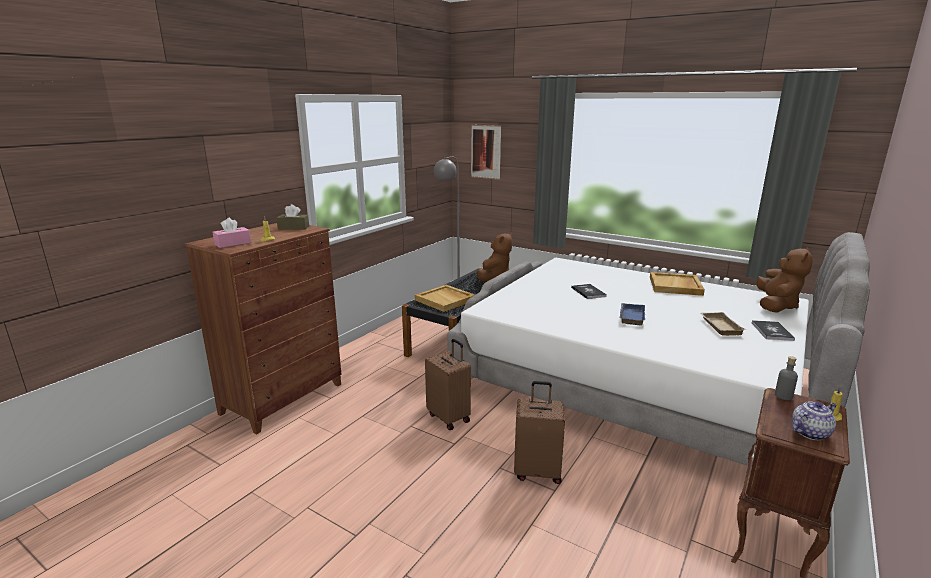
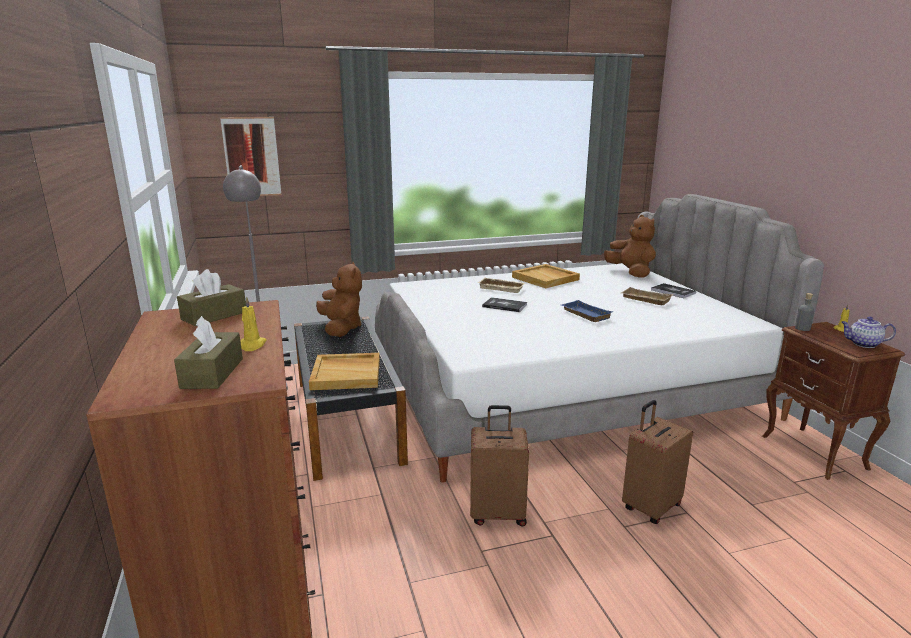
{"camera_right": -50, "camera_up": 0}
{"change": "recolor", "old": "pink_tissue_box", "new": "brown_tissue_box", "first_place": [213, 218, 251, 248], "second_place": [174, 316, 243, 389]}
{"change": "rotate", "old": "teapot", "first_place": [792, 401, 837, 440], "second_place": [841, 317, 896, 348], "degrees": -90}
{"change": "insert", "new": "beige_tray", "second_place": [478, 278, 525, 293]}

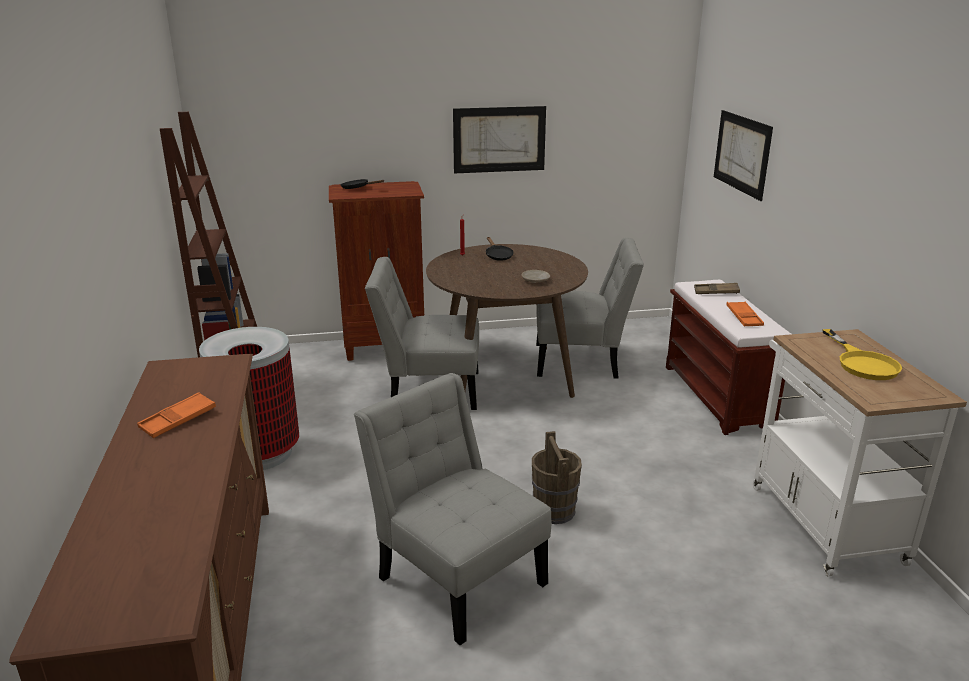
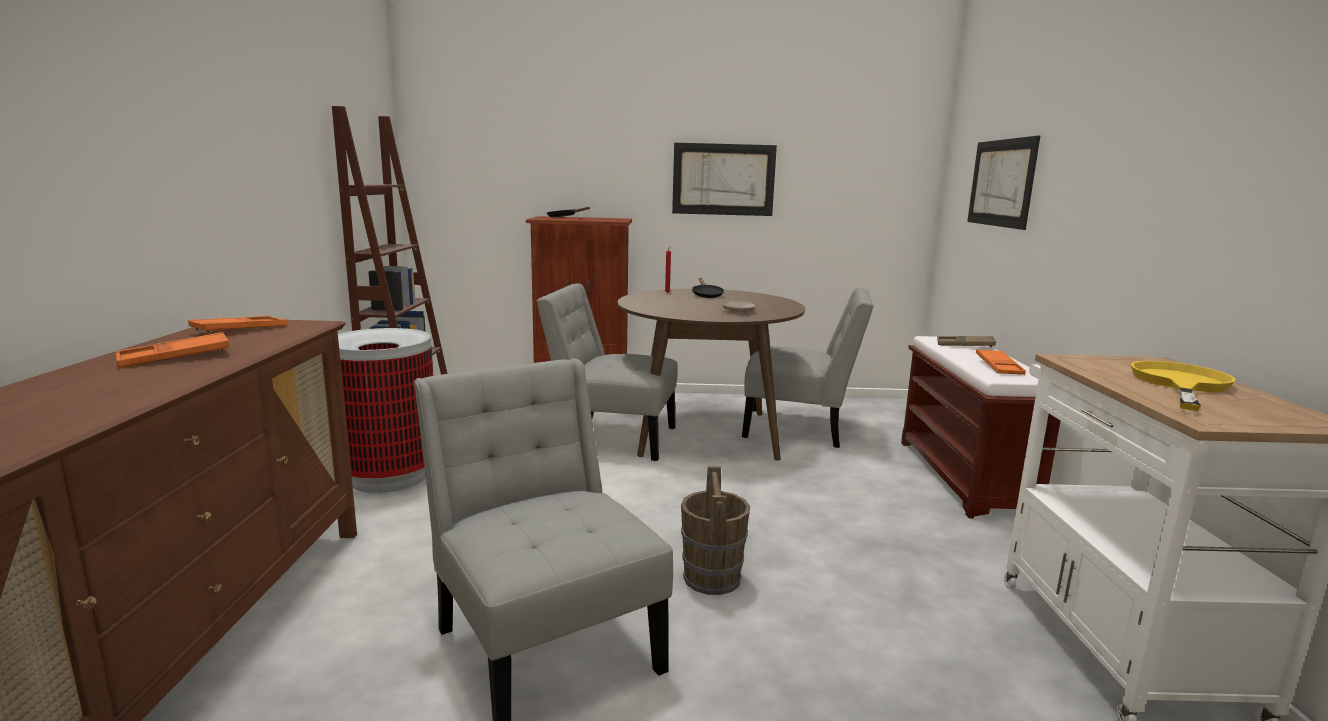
{"camera_right": 10, "camera_up": -10}
{"change": "rotate", "old": "yellow_frying_pan", "first_place": [823, 329, 902, 380], "second_place": [1130, 361, 1236, 411], "degrees": -150}
{"change": "insert", "new": "orange_tray", "second_place": [188, 316, 288, 334]}

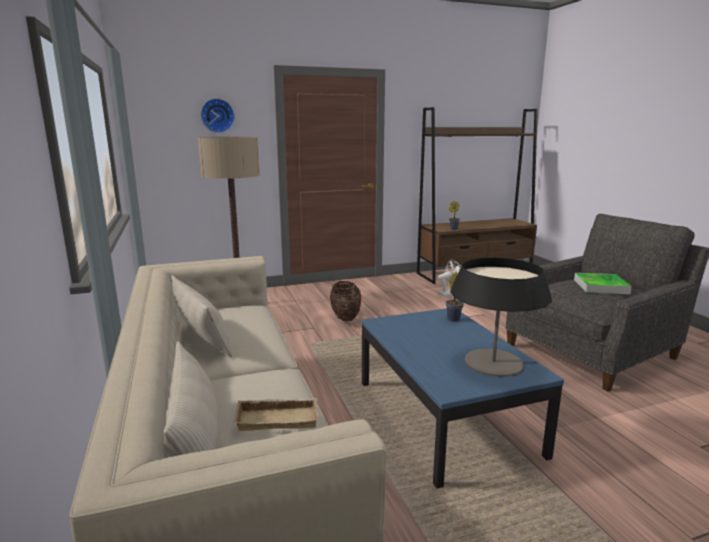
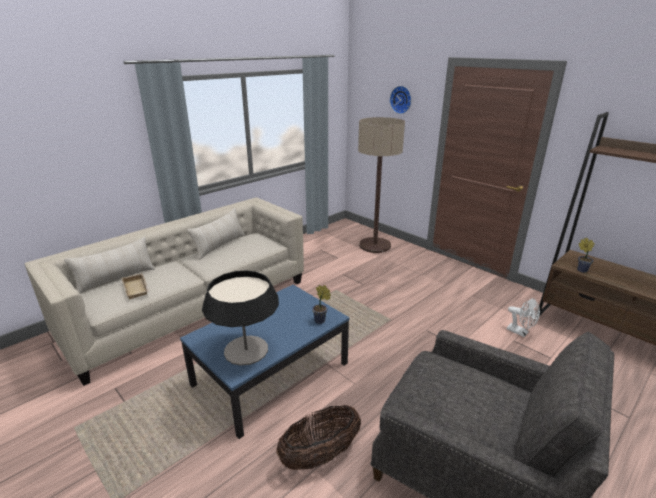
{"camera_right": 65, "camera_up": 10}
{"change": "delete", "old": "tray", "first_place": [574, 273, 632, 294]}
{"change": "move", "old": "basket", "first_place": [330, 281, 361, 321], "second_place": [276, 405, 361, 470]}

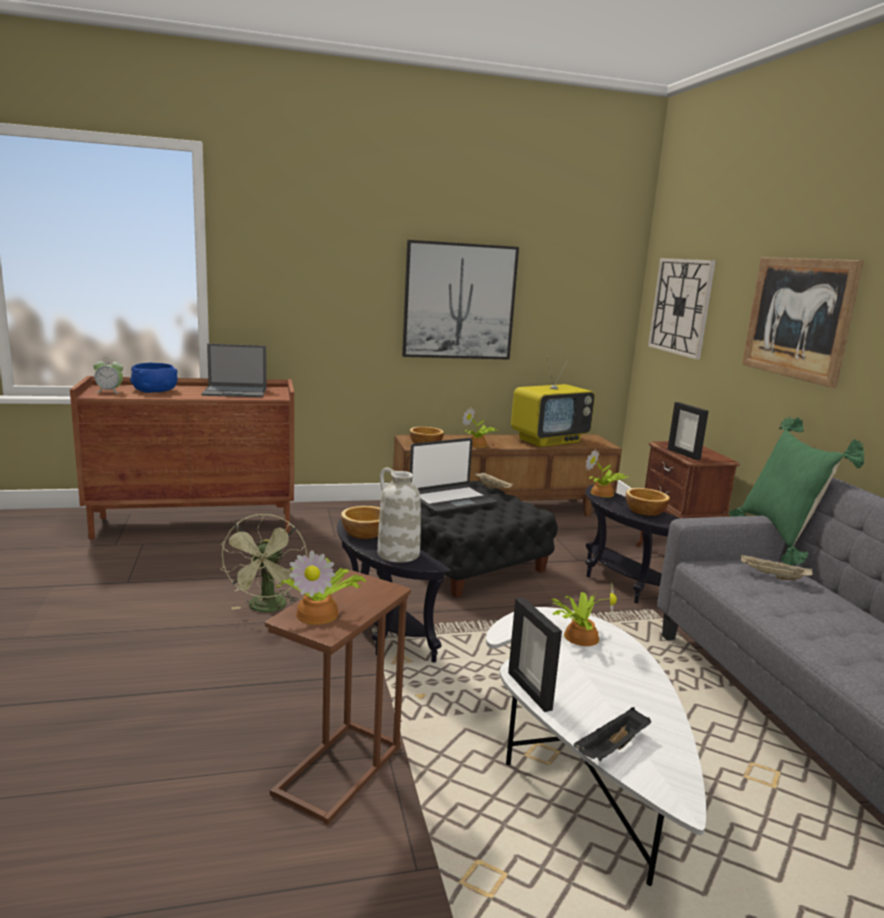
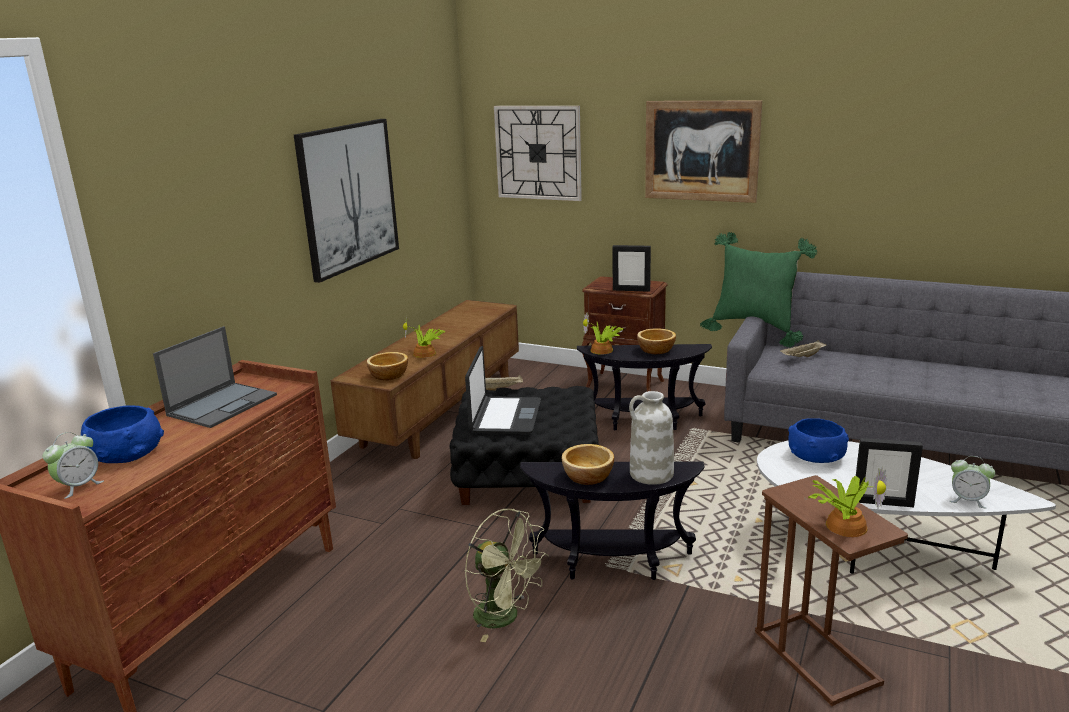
{"camera_right": -50, "camera_up": 5}
{"change": "delete", "old": "television", "first_place": [511, 357, 595, 447]}
{"change": "replace", "old": "potted_plant", "new": "blue_bowl", "first_place": [551, 584, 617, 646], "second_place": [788, 418, 849, 463]}
{"change": "replace", "old": "black_tray", "new": "alarm_clock", "first_place": [574, 707, 651, 761], "second_place": [949, 456, 996, 508]}

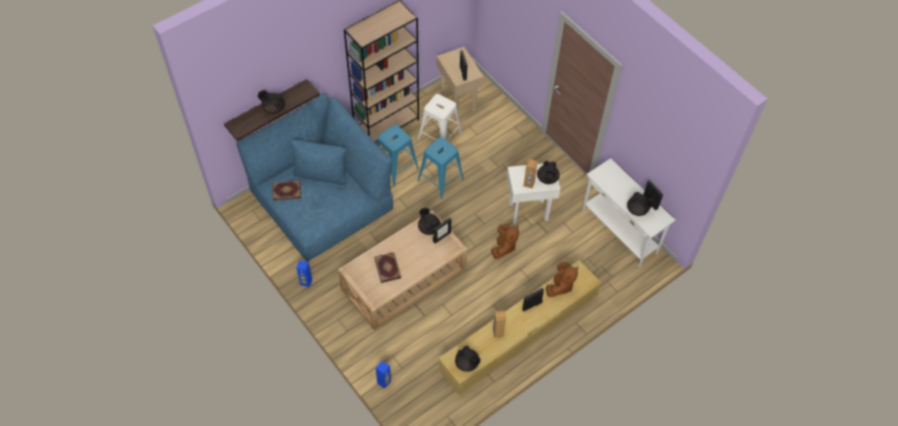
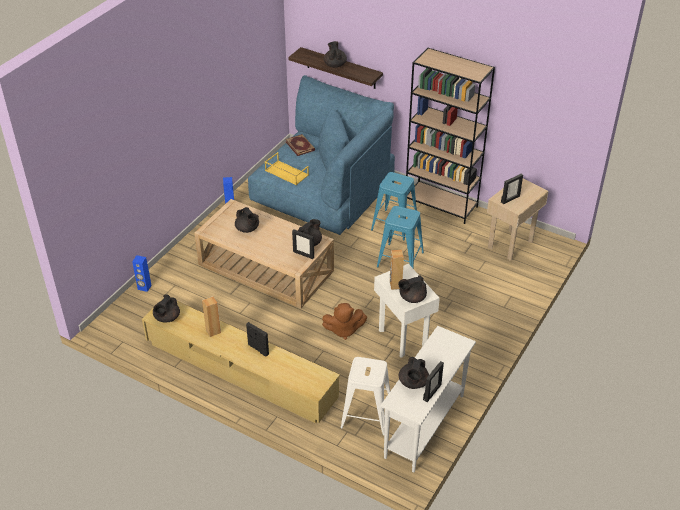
{"camera_right": 70, "camera_up": -15}
{"change": "move", "old": "white_stool", "first_place": [418, 94, 462, 151], "second_place": [341, 357, 390, 436]}
{"change": "replace", "old": "book", "new": "black_teapot", "first_place": [374, 253, 401, 283], "second_place": [235, 207, 259, 233]}
{"change": "delete", "old": "brown_plush_toy", "first_place": [546, 262, 578, 297]}
{"change": "insert", "new": "yellow_tray", "second_place": [265, 152, 309, 185]}

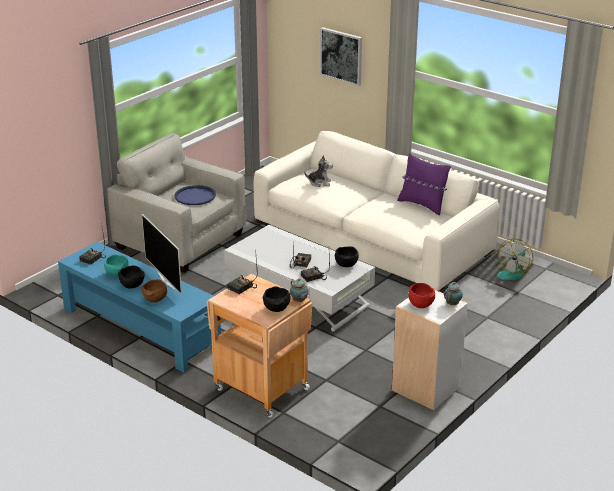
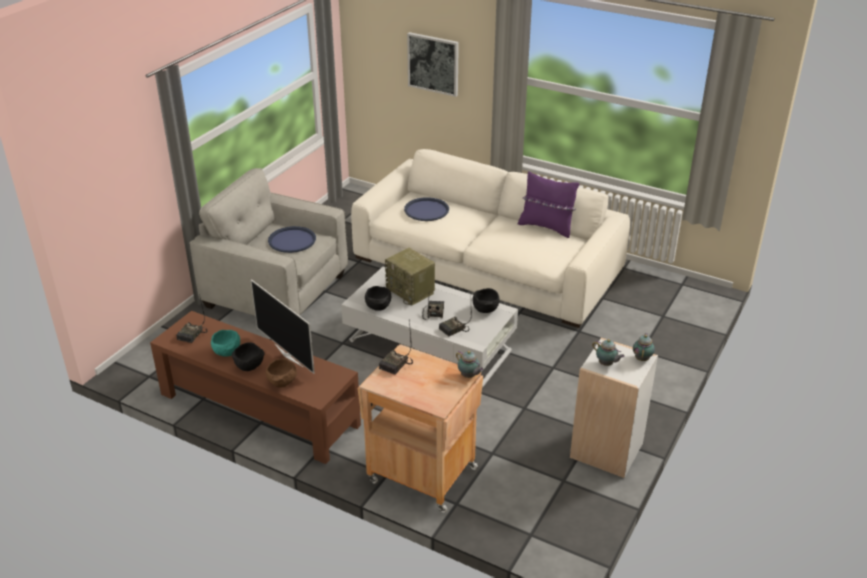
{"camera_right": -10, "camera_up": 5}
{"change": "replace", "old": "plush_toy", "new": "blue_tray", "first_place": [304, 155, 333, 187], "second_place": [404, 197, 449, 221]}
{"change": "delete", "old": "fan", "first_place": [496, 239, 533, 280]}
{"change": "recolor", "old": "blue_tv_stand", "new": "brown_tv_stand", "first_place": [58, 242, 221, 373], "second_place": [150, 311, 361, 464]}
{"change": "replace", "old": "red_bowl", "new": "teapot", "first_place": [408, 283, 435, 308], "second_place": [592, 339, 625, 366]}
{"change": "move", "old": "black_bowl", "first_place": [263, 287, 291, 312], "second_place": [365, 286, 391, 311]}
{"change": "insert", "new": "radio", "second_place": [385, 248, 435, 306]}

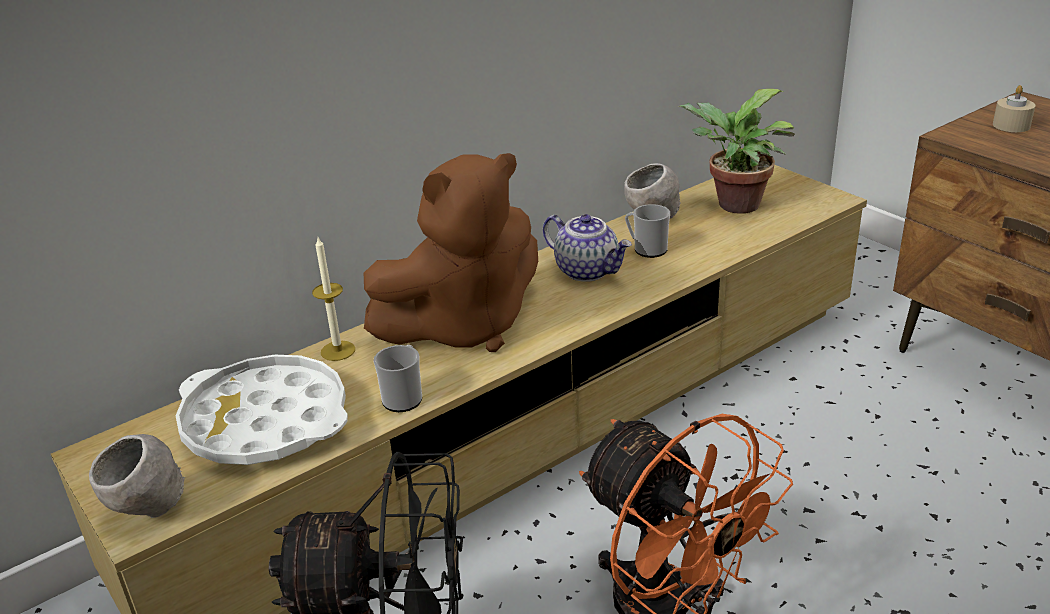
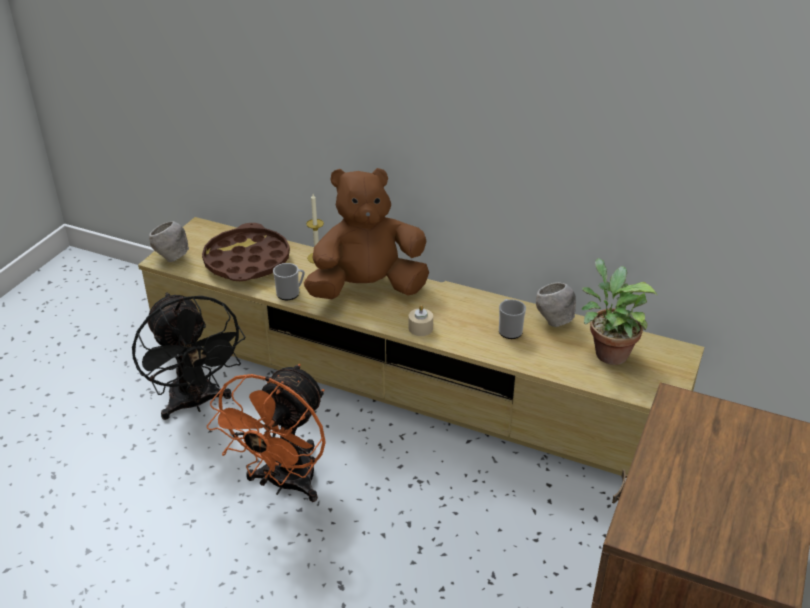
{"camera_right": 60, "camera_up": 5}
{"change": "move", "old": "beige_candle", "first_place": [993, 85, 1035, 132], "second_place": [409, 305, 433, 336]}
{"change": "rotate", "old": "brown_plush_toy", "first_place": [364, 153, 538, 352], "second_place": [304, 168, 429, 299], "degrees": 135}
{"change": "delete", "old": "teapot", "first_place": [543, 214, 632, 282]}
{"change": "recolor", "old": "white_tray", "new": "brown_tray", "first_place": [176, 355, 348, 465], "second_place": [202, 223, 290, 281]}

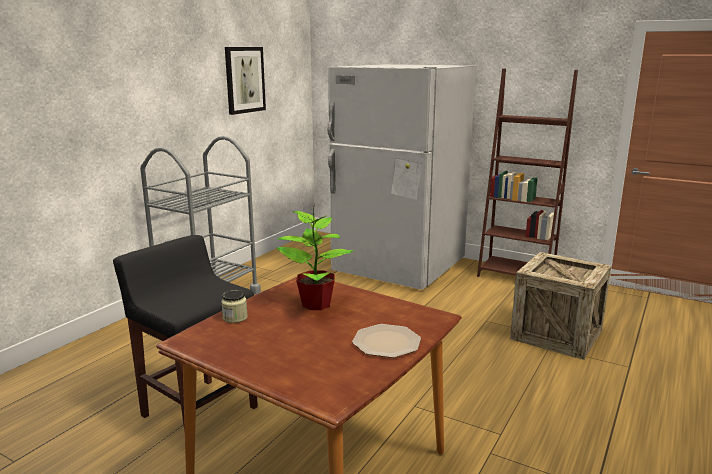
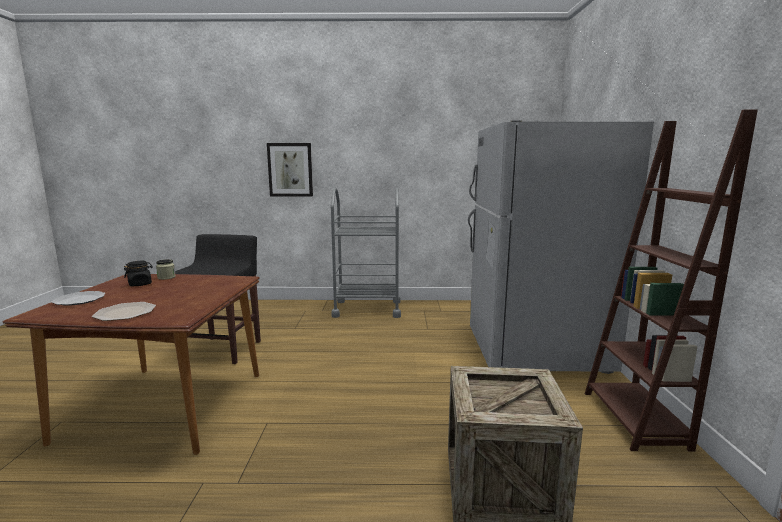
{"camera_right": 60, "camera_up": -5}
{"change": "move", "old": "picture", "first_place": [225, 47, 266, 115], "second_place": [267, 143, 313, 197]}
{"change": "delete", "old": "potted_plant", "first_place": [276, 207, 354, 310]}
{"change": "insert", "new": "black_jar", "second_place": [124, 261, 153, 286]}
{"change": "insert", "new": "plate", "second_place": [52, 291, 105, 306]}

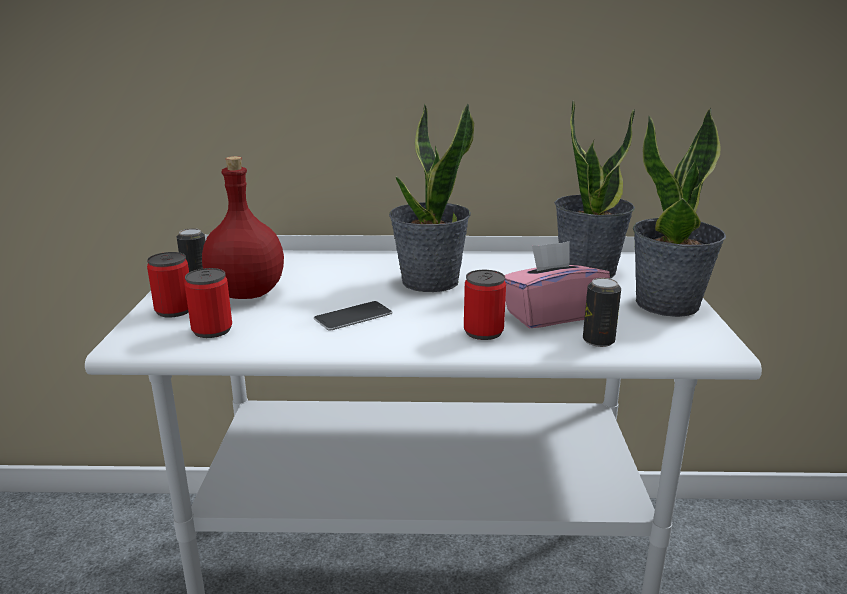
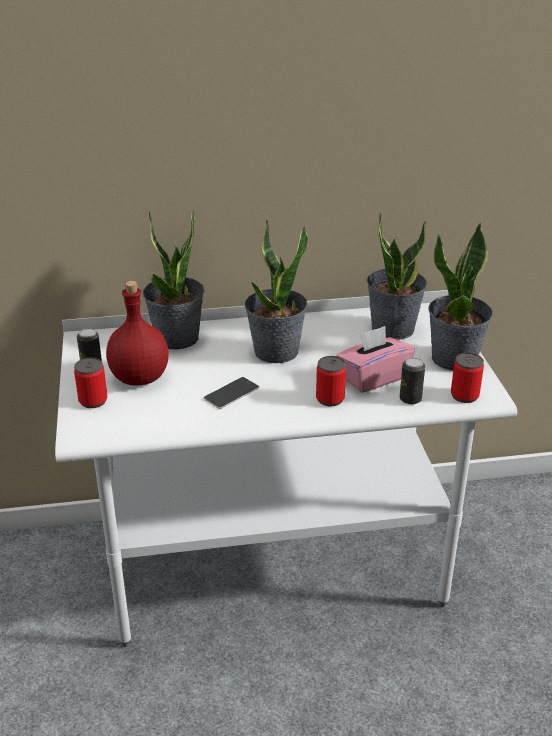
{"camera_right": -10, "camera_up": 10}
{"change": "move", "old": "can", "first_place": [185, 268, 232, 338], "second_place": [451, 353, 484, 403]}
{"change": "insert", "new": "potted_plant", "second_place": [143, 210, 205, 350]}

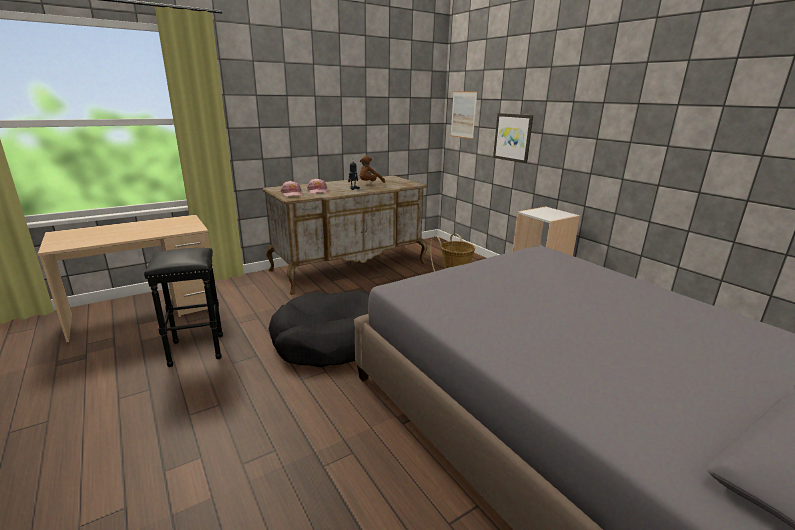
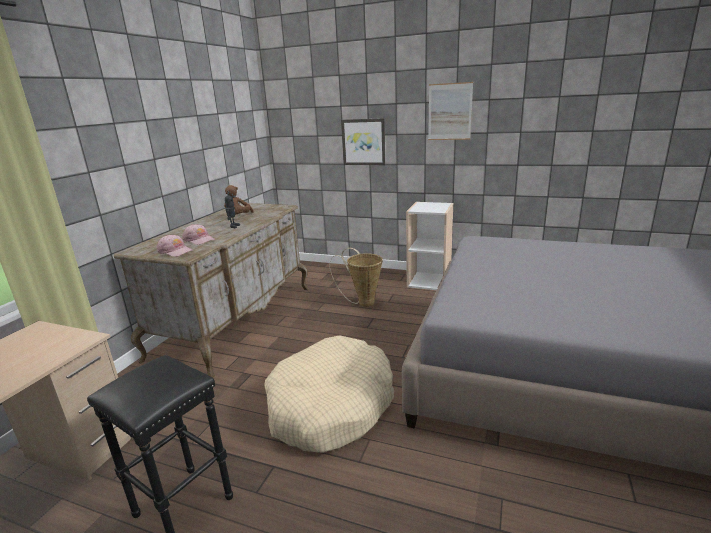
{"camera_right": -35, "camera_up": 0}
{"change": "move", "old": "picture", "first_place": [450, 91, 477, 139], "second_place": [428, 82, 473, 140]}
{"change": "recolor", "old": "black_dog_bed", "new": "beige_dog_bed", "first_place": [268, 291, 370, 368], "second_place": [264, 335, 394, 453]}

